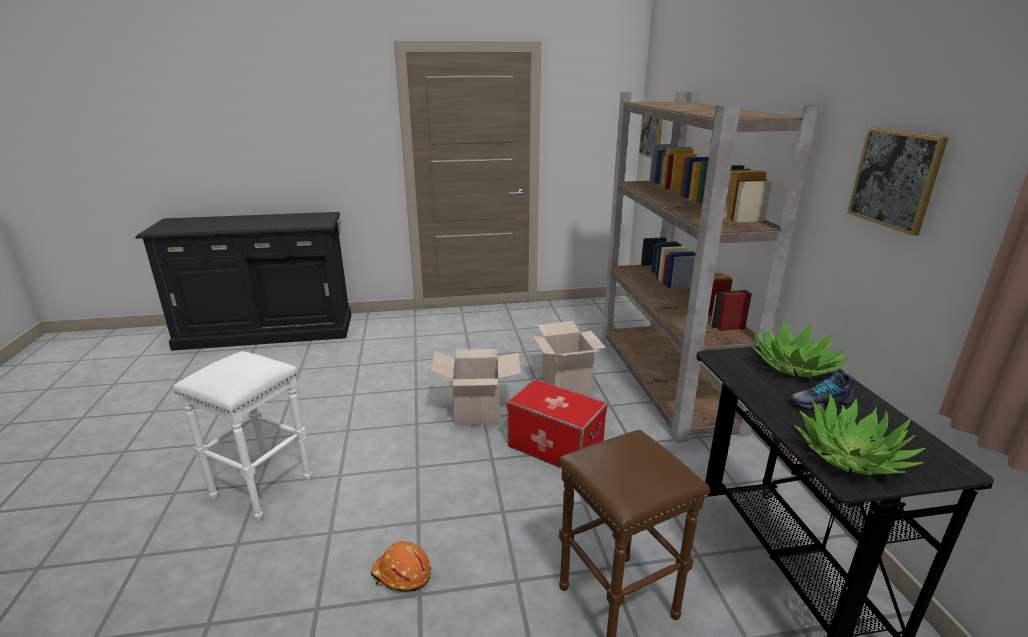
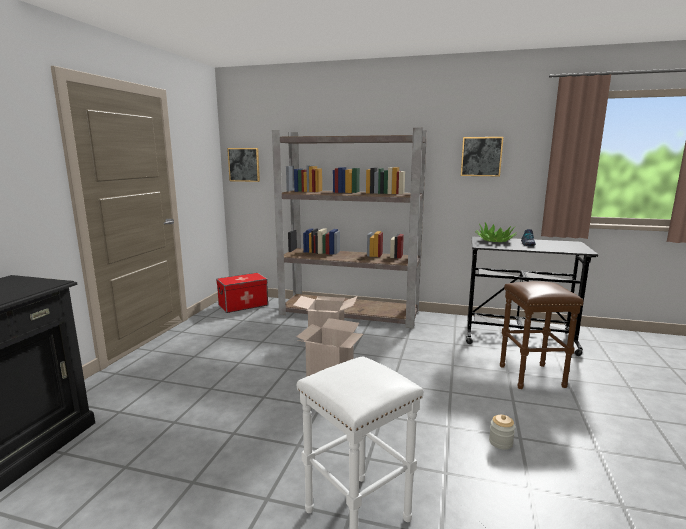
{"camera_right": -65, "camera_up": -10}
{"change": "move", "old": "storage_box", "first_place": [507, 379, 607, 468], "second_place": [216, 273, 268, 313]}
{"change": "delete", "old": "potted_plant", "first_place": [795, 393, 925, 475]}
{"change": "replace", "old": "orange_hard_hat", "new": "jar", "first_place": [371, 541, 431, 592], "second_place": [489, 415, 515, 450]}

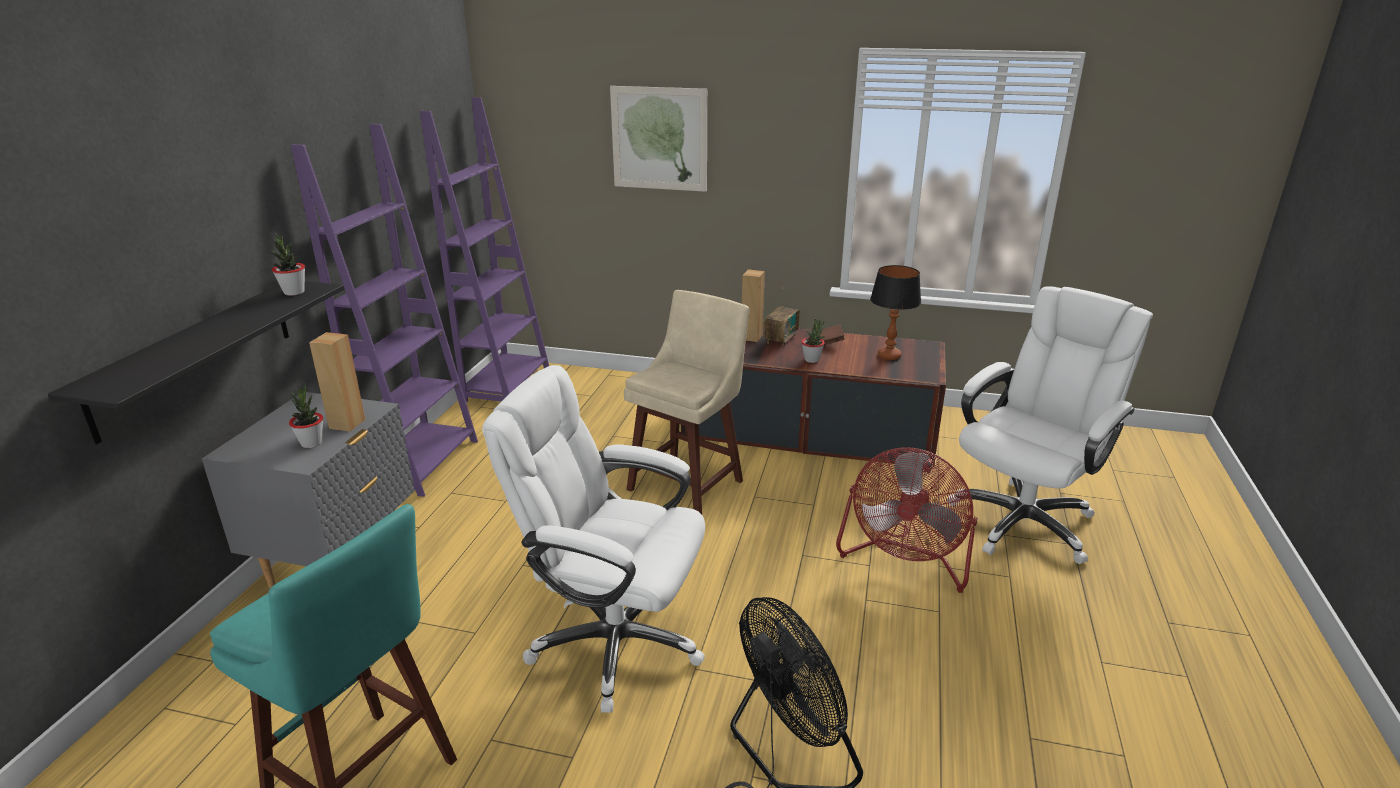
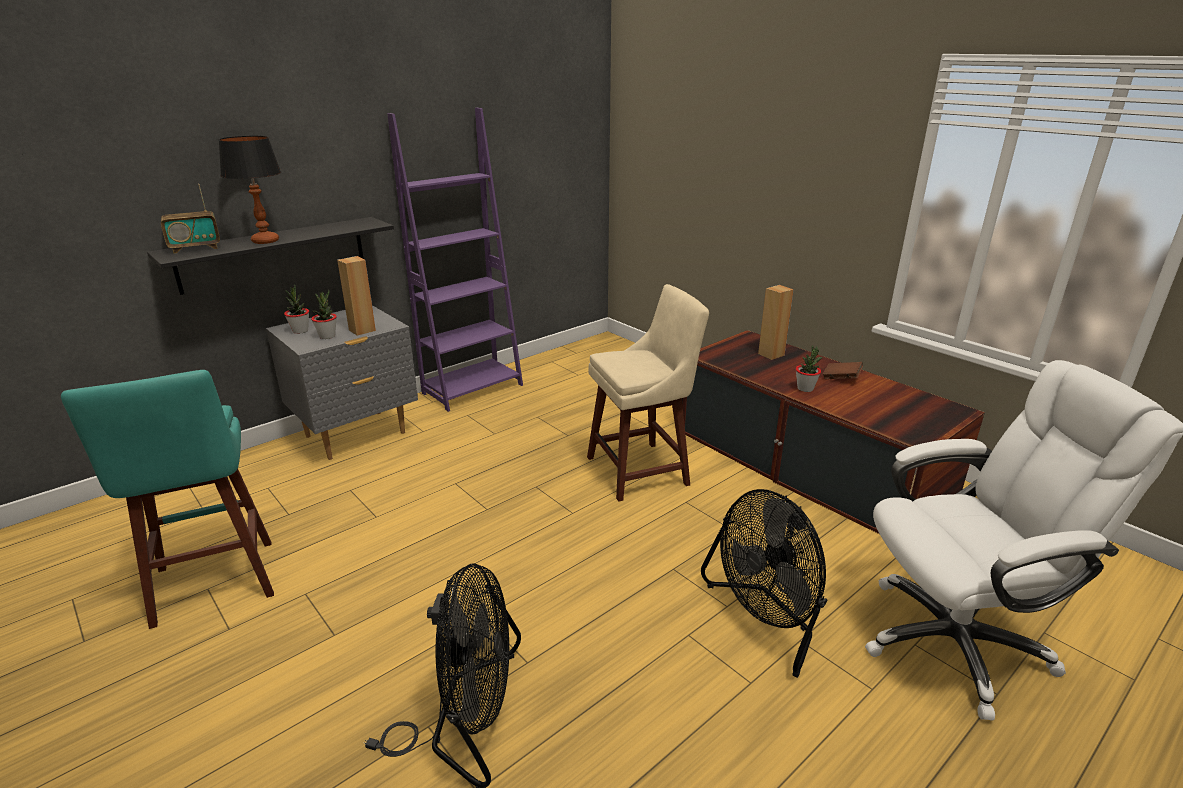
{"camera_right": 35, "camera_up": 0}
{"change": "delete", "old": "picture", "first_place": [610, 86, 707, 192]}
{"change": "delete", "old": "purple_bookcase", "first_place": [420, 97, 549, 402]}
{"change": "move", "old": "potted_plant", "first_place": [270, 233, 305, 296], "second_place": [284, 284, 309, 334]}
{"change": "move", "old": "table_lamp", "first_place": [870, 265, 921, 360], "second_place": [219, 136, 281, 244]}
{"change": "move", "old": "radio", "first_place": [764, 286, 800, 347], "second_place": [161, 184, 220, 253]}
{"change": "delete", "old": "white_office_chair", "first_place": [482, 365, 705, 713]}
{"change": "recolor", "old": "red_fan", "new": "black_fan", "first_place": [836, 447, 978, 593], "second_place": [701, 489, 827, 678]}

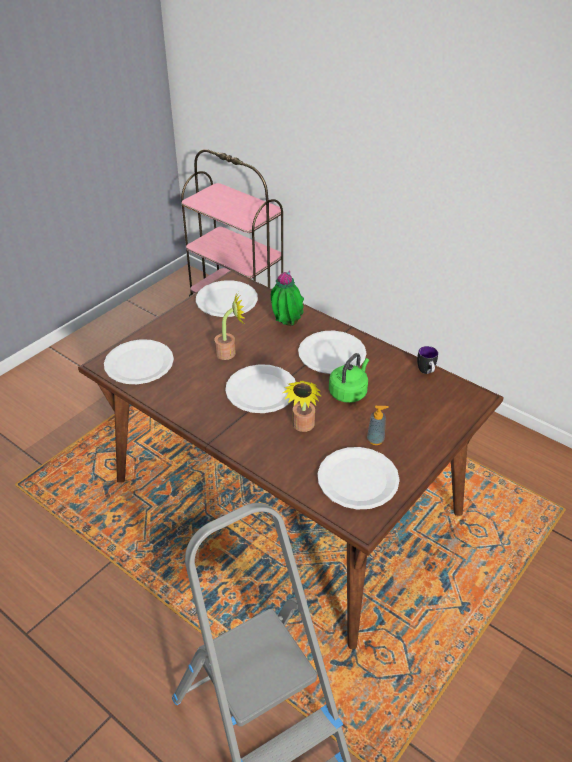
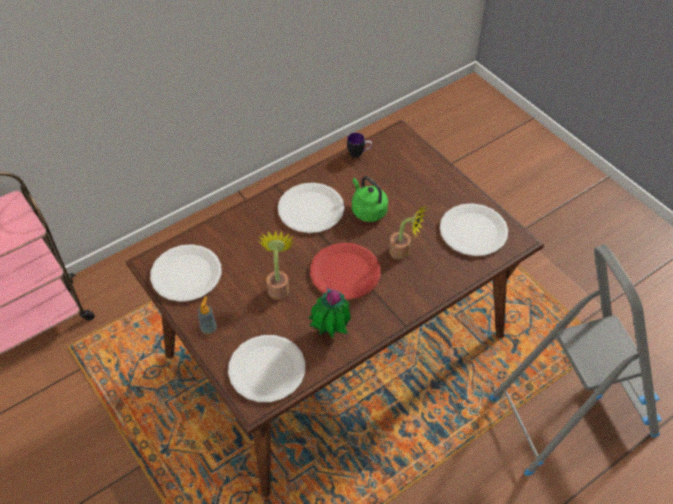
{"camera_right": -75, "camera_up": 10}
{"change": "move", "old": "potted_plant", "first_place": [271, 270, 304, 326], "second_place": [309, 287, 351, 339]}
{"change": "recolor", "old": "white_plate", "new": "red_plate", "first_place": [225, 364, 296, 413], "second_place": [310, 243, 381, 300]}
{"change": "move", "old": "soap_dispenser", "first_place": [367, 406, 389, 445], "second_place": [198, 296, 217, 335]}

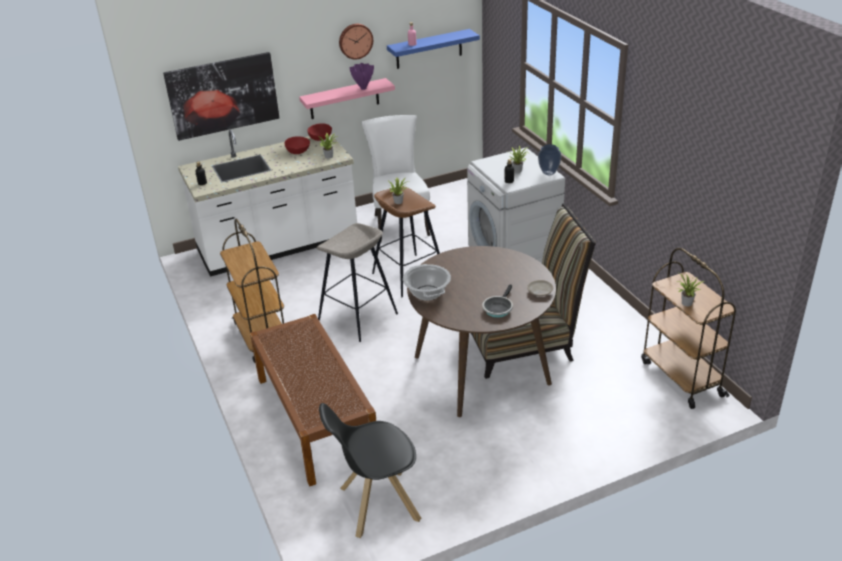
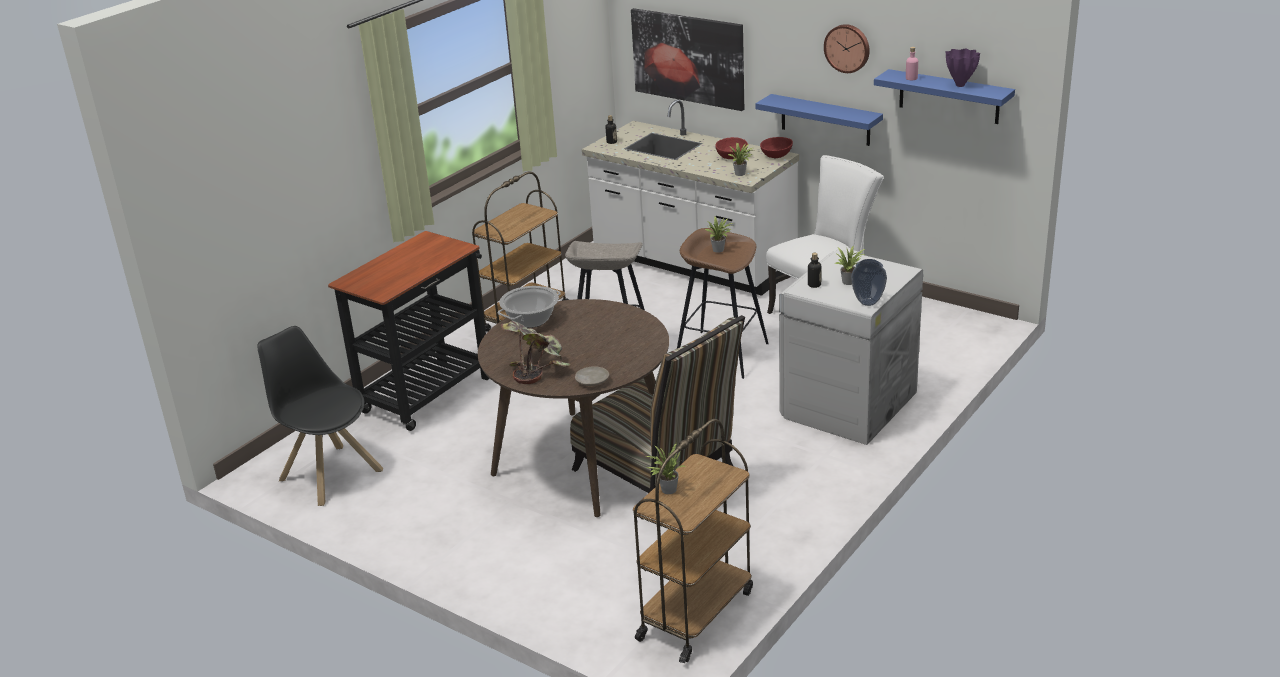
{"camera_right": 60, "camera_up": -5}
{"change": "move", "old": "purple_vase", "first_place": [349, 63, 374, 90], "second_place": [946, 49, 980, 87]}
{"change": "recolor", "old": "pink_shelf", "new": "blue_shelf", "first_place": [299, 78, 395, 119], "second_place": [755, 94, 883, 146]}
{"change": "replace", "old": "frying_pan", "new": "potted_plant", "first_place": [483, 285, 513, 318], "second_place": [501, 321, 571, 384]}
{"change": "replace", "old": "brown_bench", "new": "black_cart", "first_place": [250, 314, 376, 487], "second_place": [328, 231, 490, 431]}

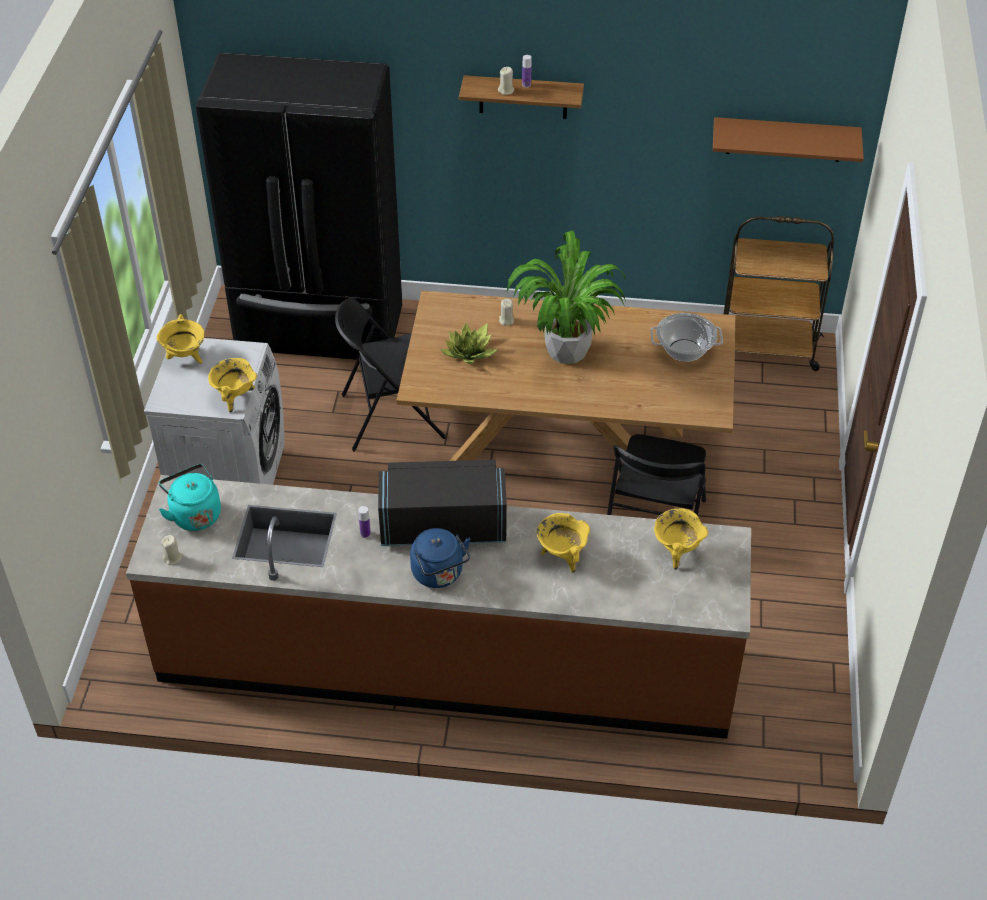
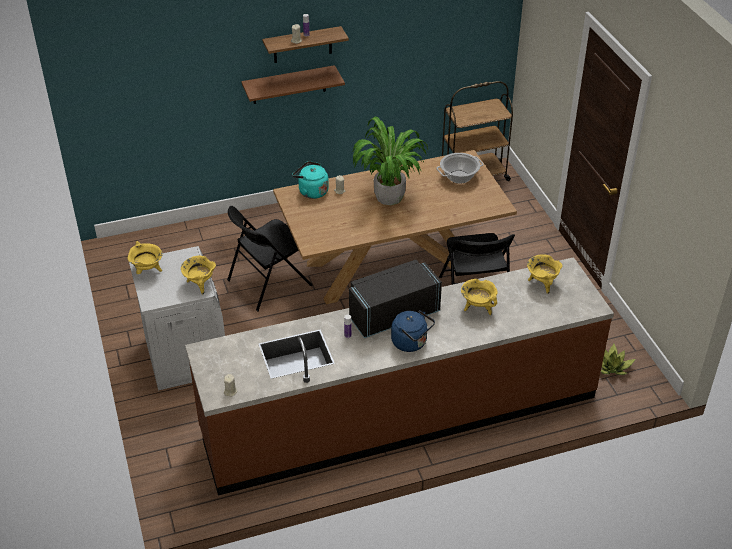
{"camera_right": -25, "camera_up": -5}
{"change": "delete", "old": "black_fridge", "first_place": [195, 53, 402, 360]}
{"change": "move", "old": "brown_shelf", "first_place": [713, 117, 864, 162], "second_place": [241, 65, 345, 104]}
{"change": "move", "old": "potted_plant", "first_place": [440, 322, 498, 364], "second_place": [601, 344, 636, 375]}
{"change": "move", "old": "turquoise_kettle", "first_place": [159, 464, 221, 531], "second_place": [292, 161, 329, 199]}

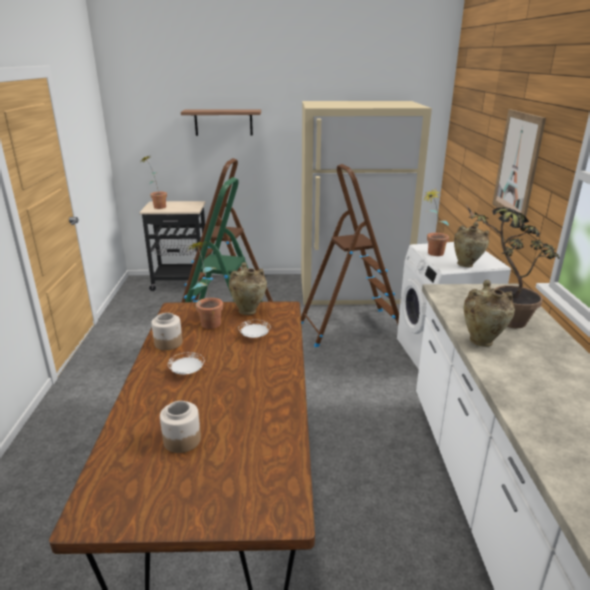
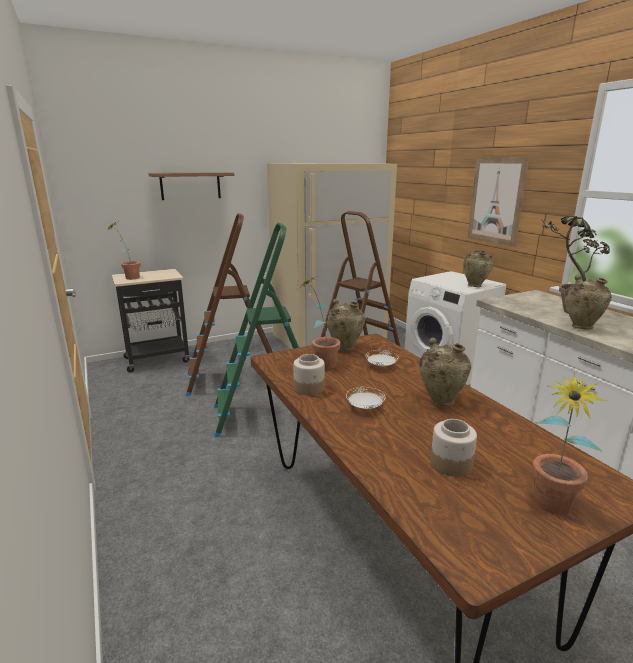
{"camera_right": -25, "camera_up": -5}
{"change": "move", "old": "potted_plant", "first_place": [422, 190, 449, 256], "second_place": [532, 372, 609, 515]}
{"change": "insert", "new": "beige_vase", "second_place": [419, 337, 471, 407]}

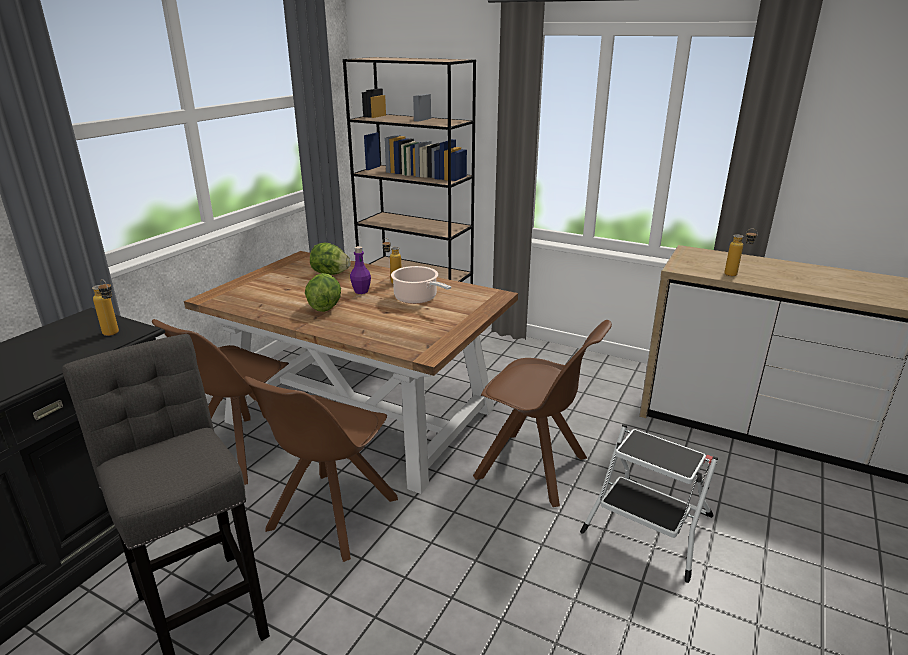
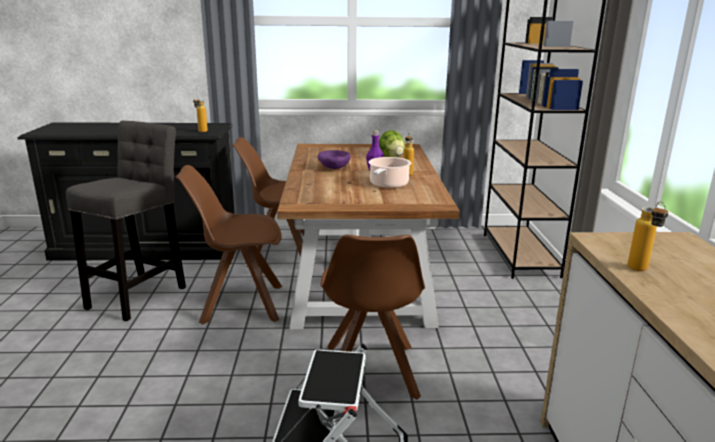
{"camera_right": 60, "camera_up": -5}
{"change": "replace", "old": "lettuce", "new": "purple_bowl", "first_place": [305, 273, 341, 312], "second_place": [317, 150, 350, 169]}

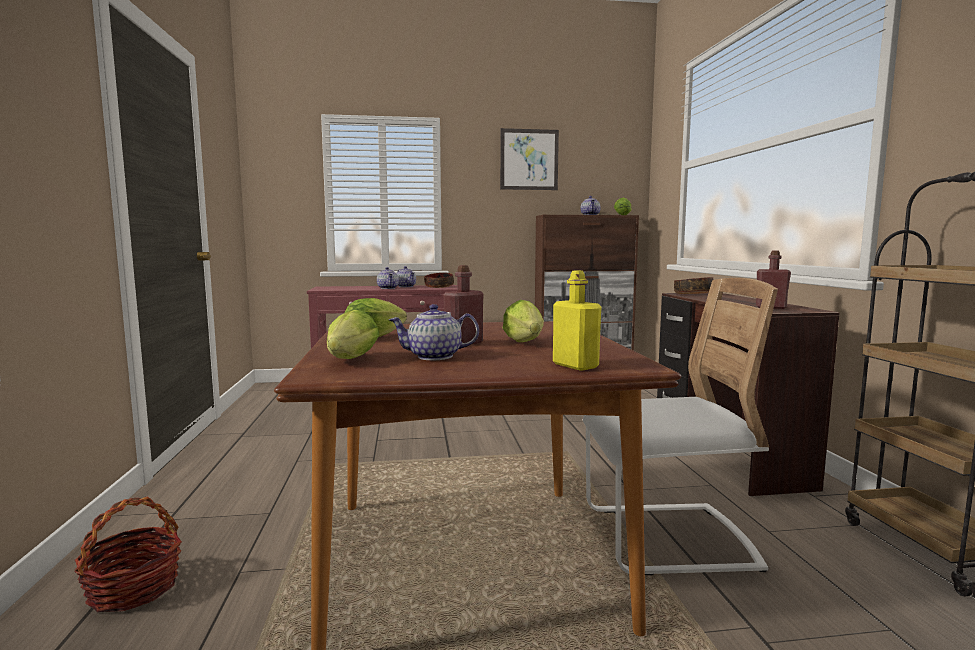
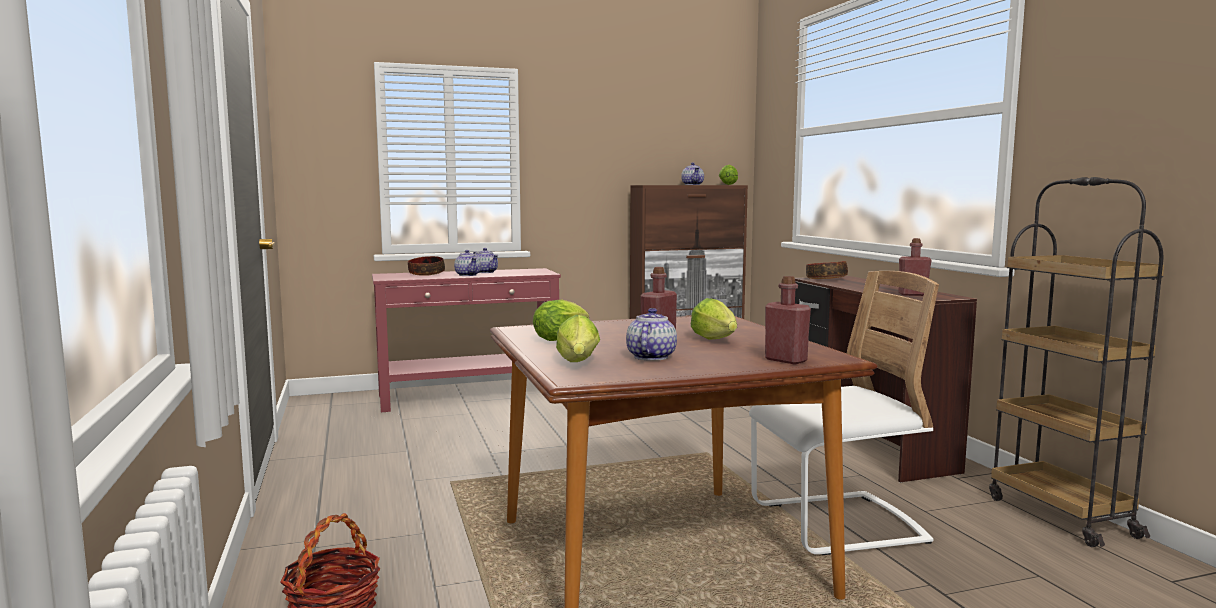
{"camera_right": -10, "camera_up": 0}
{"change": "delete", "old": "picture", "first_place": [500, 128, 559, 190]}
{"change": "recolor", "old": "yellow_bottle", "new": "red_bottle", "first_place": [553, 271, 602, 371], "second_place": [765, 276, 811, 364]}
{"change": "move", "old": "bowl", "first_place": [424, 273, 454, 288], "second_place": [408, 256, 445, 276]}
{"change": "rotate", "old": "teapot", "first_place": [389, 304, 479, 360], "second_place": [626, 308, 677, 361], "degrees": 120}

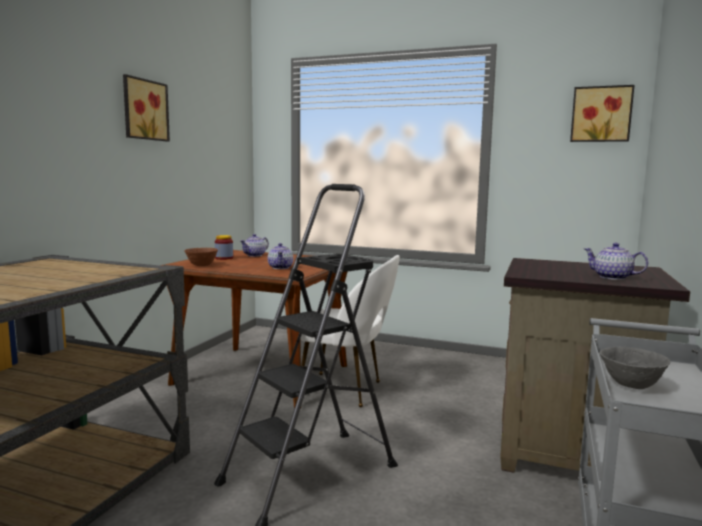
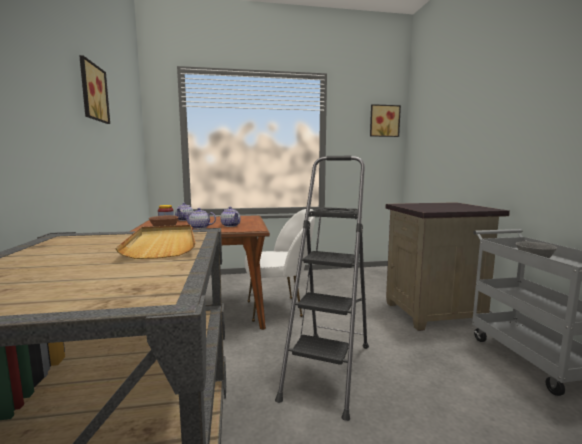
{"camera_right": -30, "camera_up": 0}
{"change": "move", "old": "teapot", "first_place": [584, 243, 648, 280], "second_place": [184, 208, 216, 229]}
{"change": "insert", "new": "beige_tray", "second_place": [115, 225, 196, 259]}

